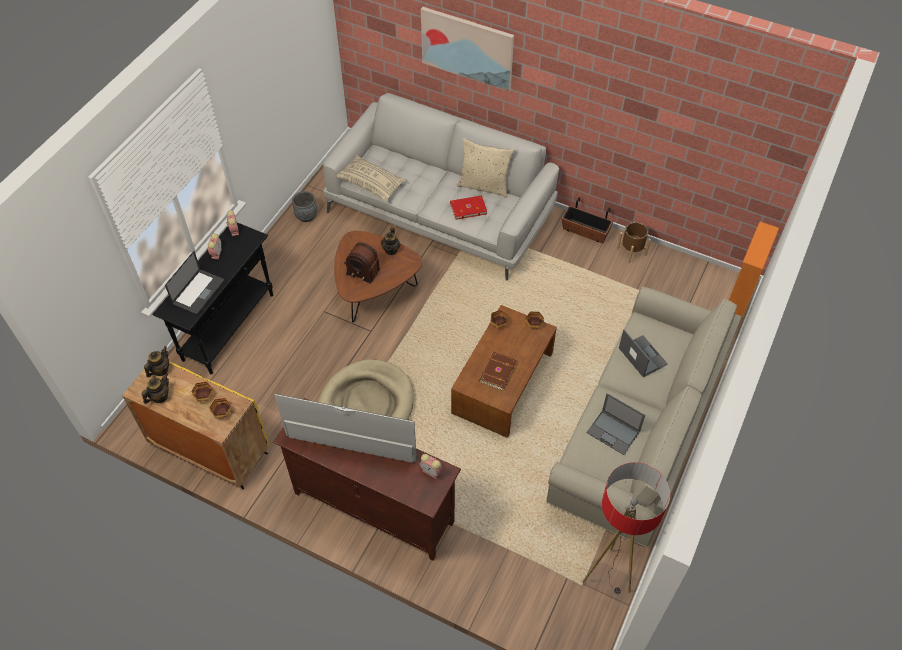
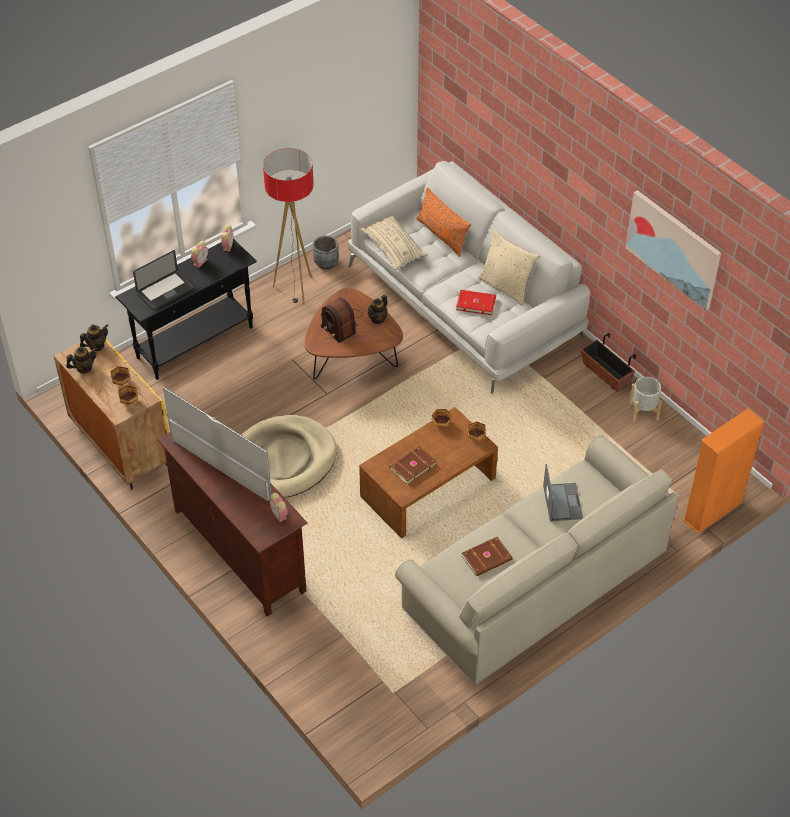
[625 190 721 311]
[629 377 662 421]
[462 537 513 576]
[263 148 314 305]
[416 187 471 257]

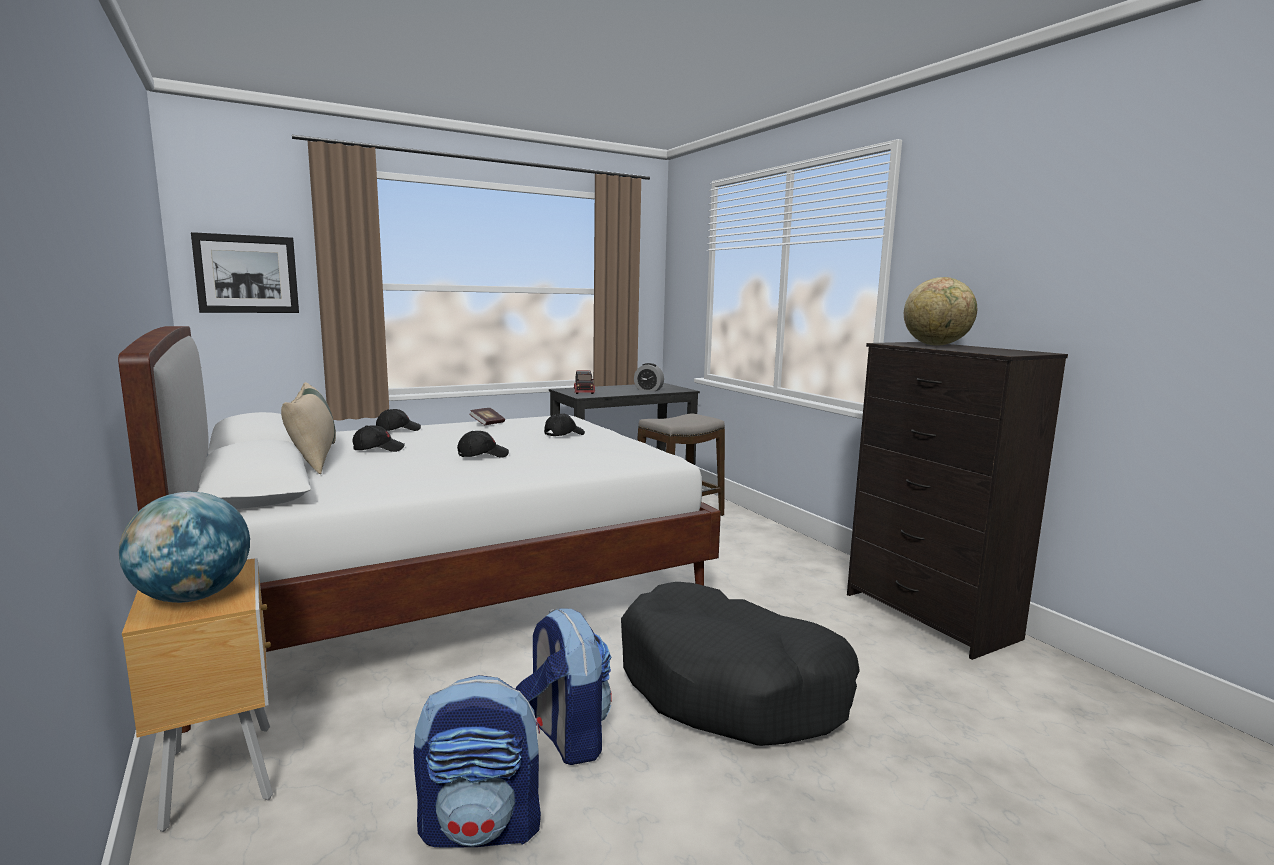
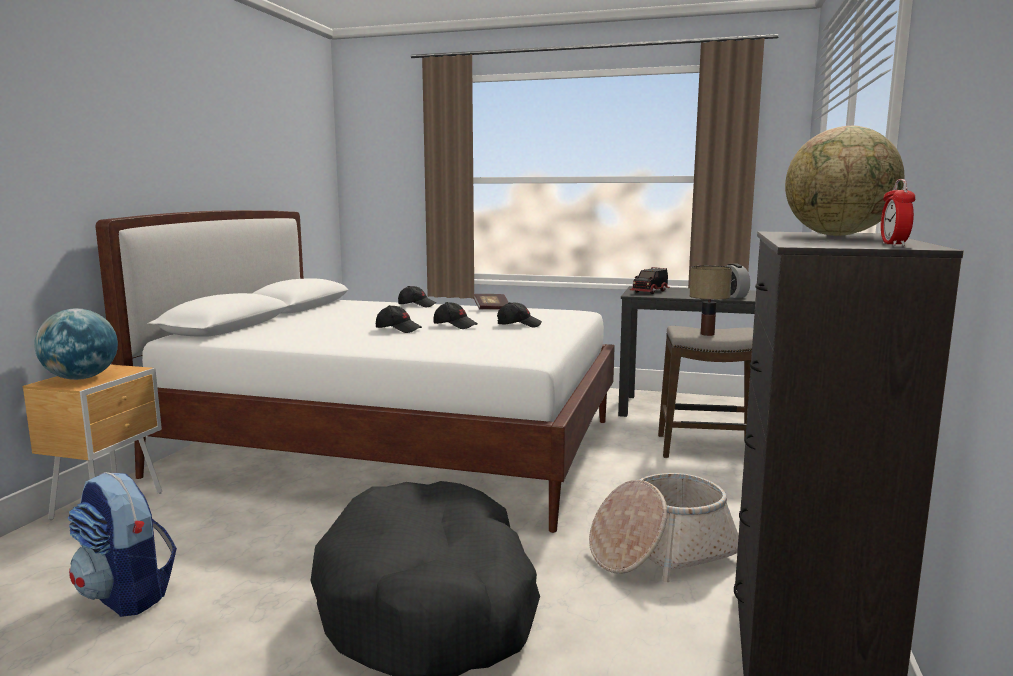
[191 232 299 313] (first image)
[281 382 336 474] (first image)
[433 302 478 329]
[515 608 612 765] (first image)
[881 179 915 246]
[690 265 732 336]
[589 473 739 582]

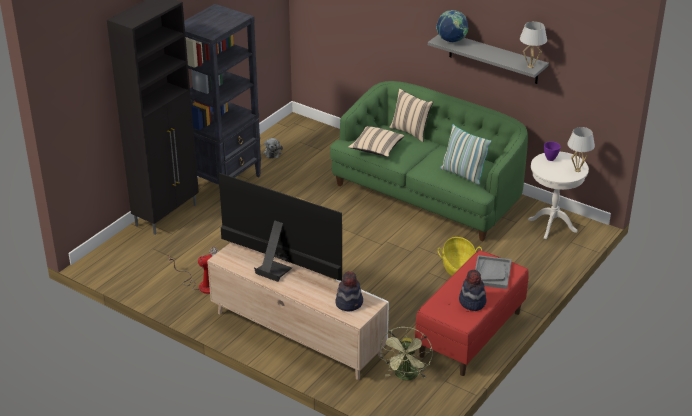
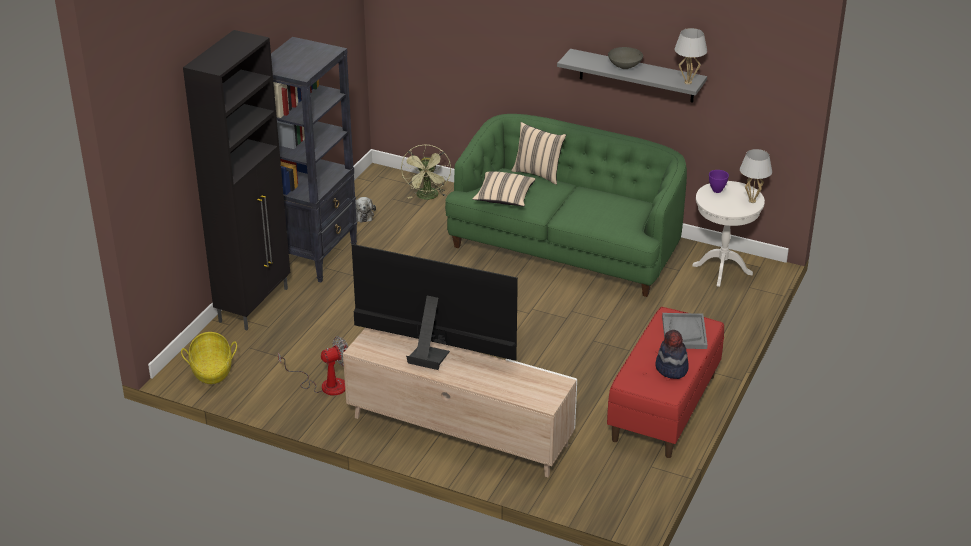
[436 10 468 43] (first image)
[440 124 491 185] (first image)
[181 332 237 384]
[335 271 363 311] (first image)
[401 145 451 200]
[608 47 643 69]

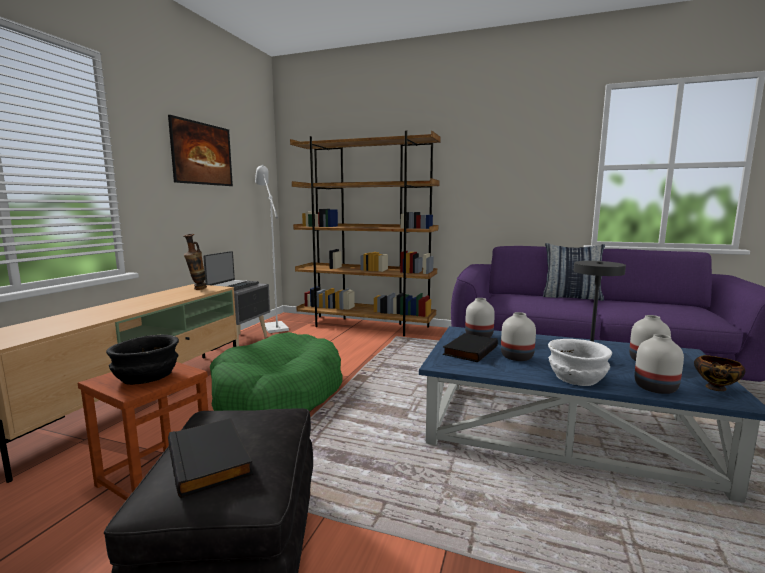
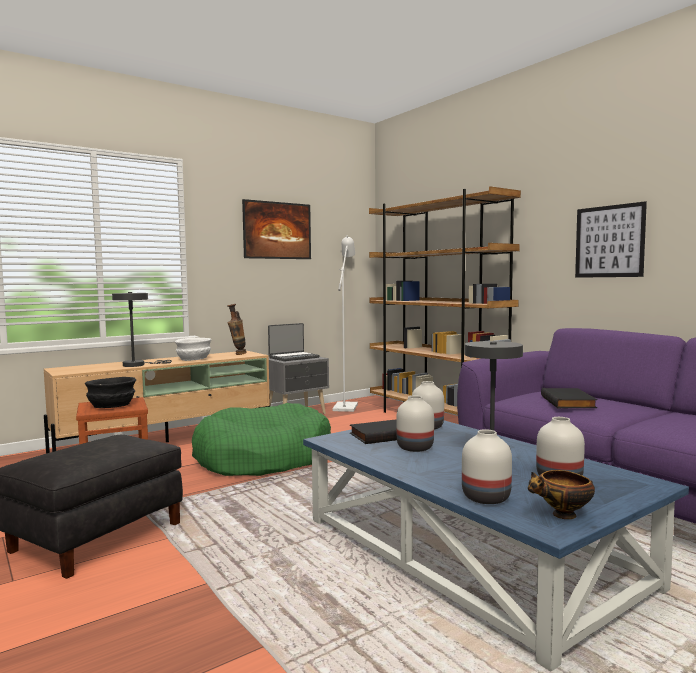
[543 243 605 301] (first image)
[175 338 211 361]
[541 388 597 408]
[575 201 647 278]
[112 292 172 367]

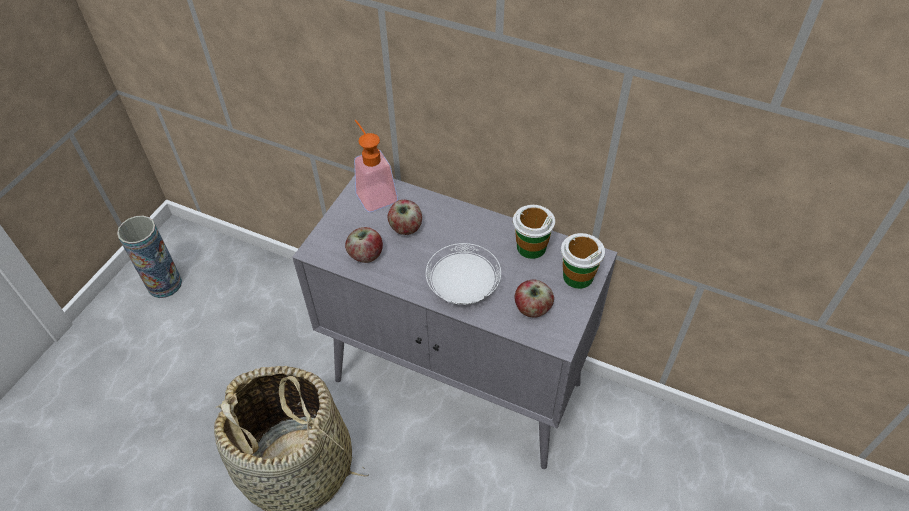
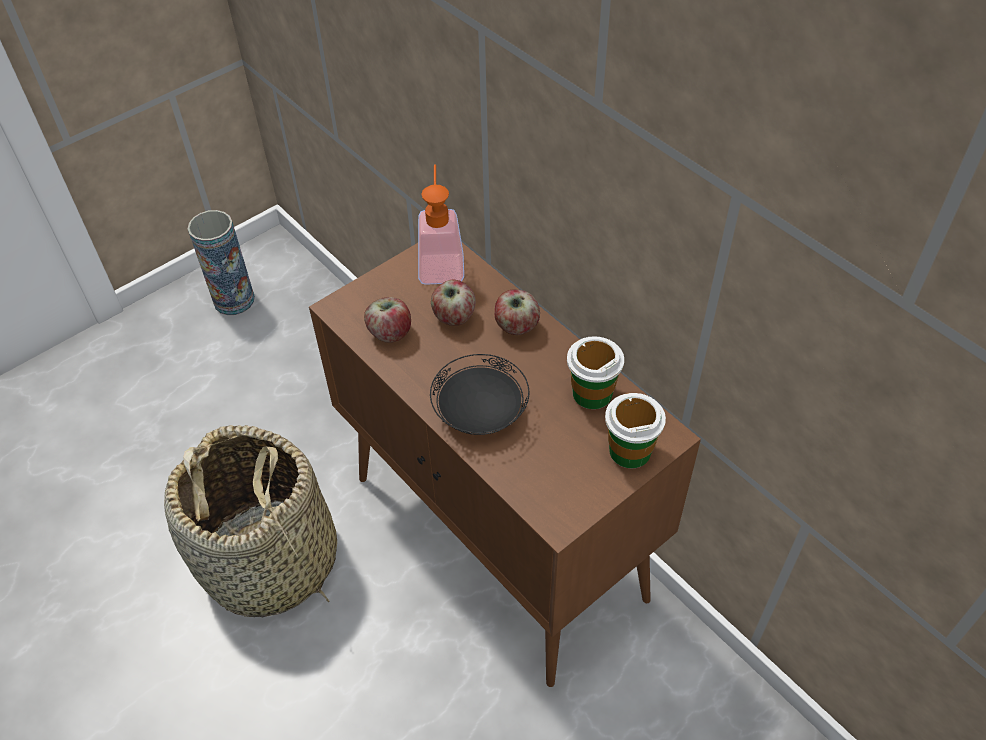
[309 243 701 687]
[430 354 530 435]
[495 289 540 335]

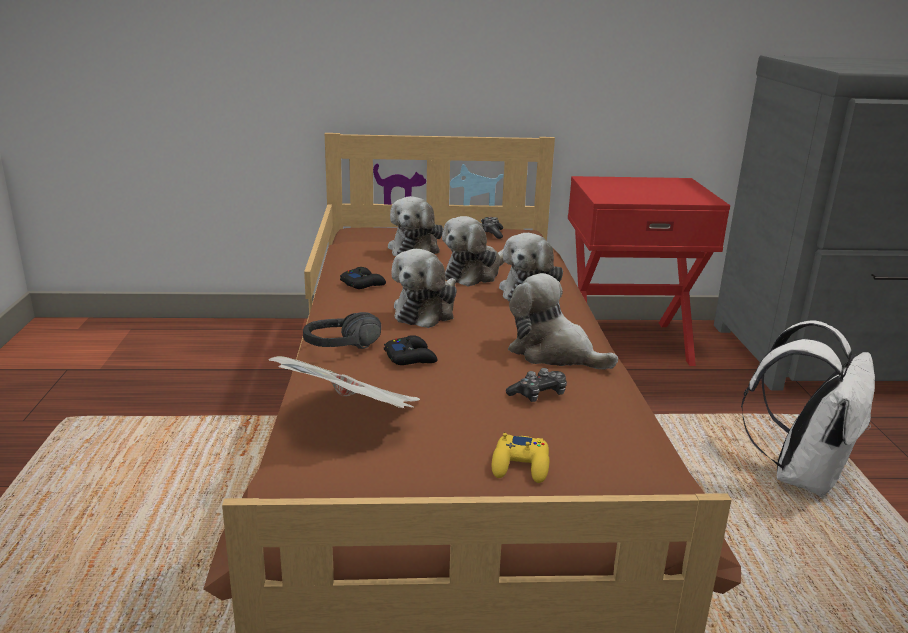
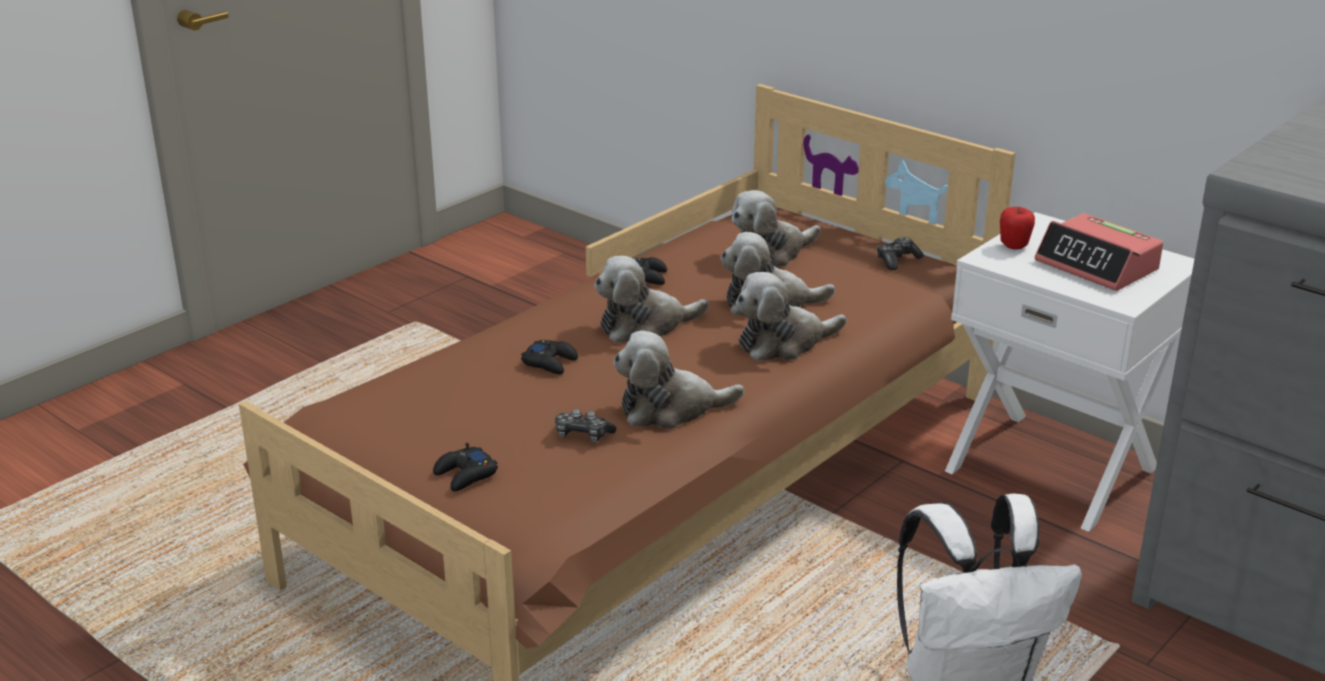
[945 212 1194 532]
[613 331 744 429]
[303 312 381 349] (first image)
[269 356 420 409] (first image)
[433 443 498 491]
[1000 207 1035 250]
[1035 213 1163 291]

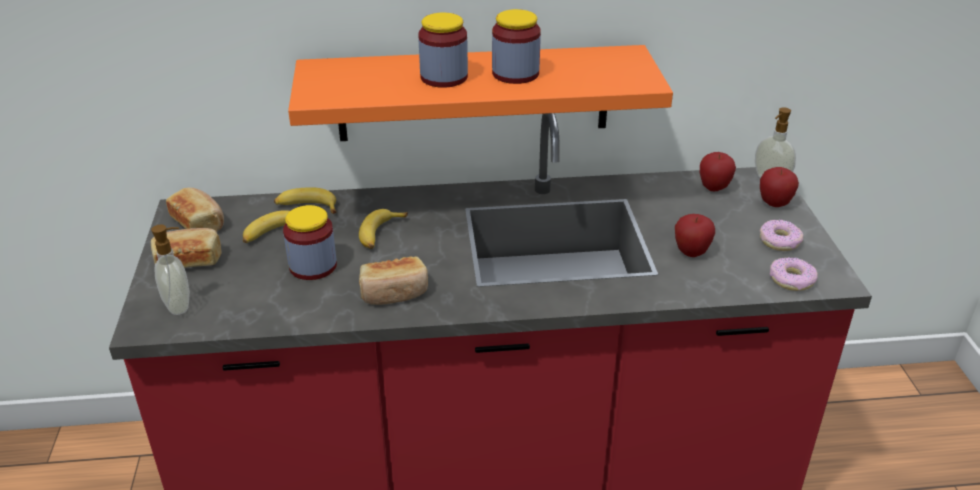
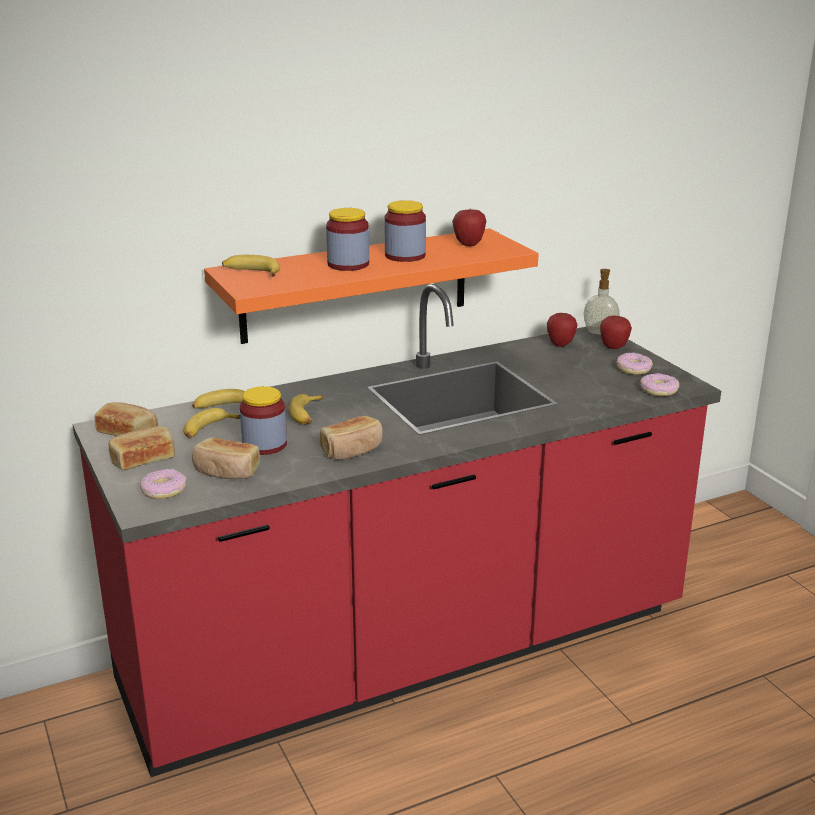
[452 208 486 246]
[140 469 187 499]
[222 255 280 277]
[192 437 260 479]

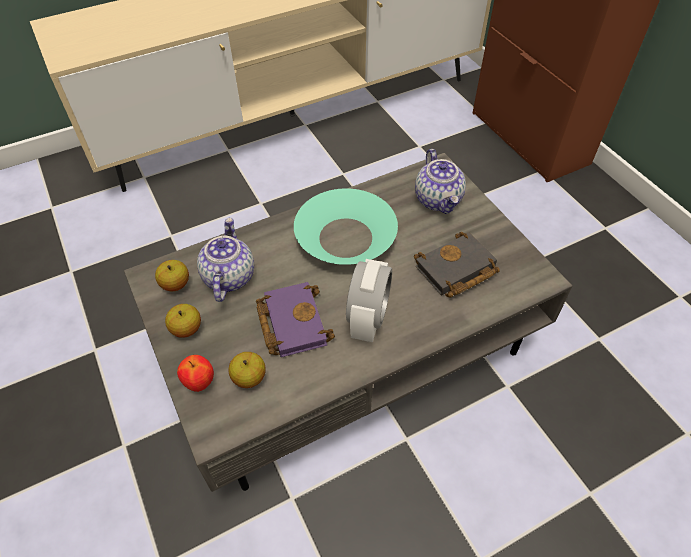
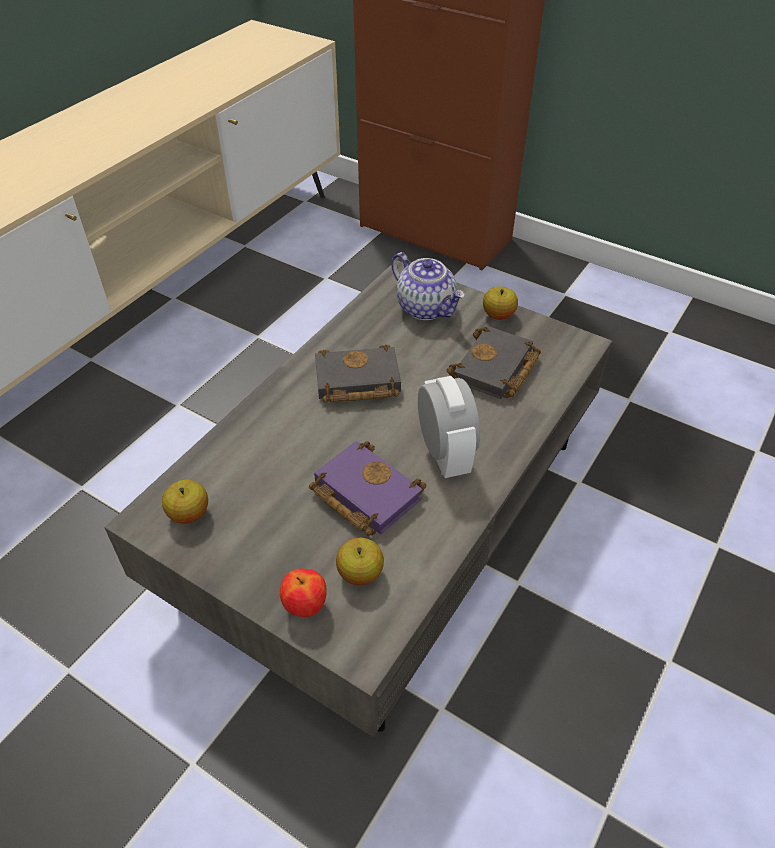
[315 345 401 403]
[197 218 254 302] (first image)
[483 286 518 320]

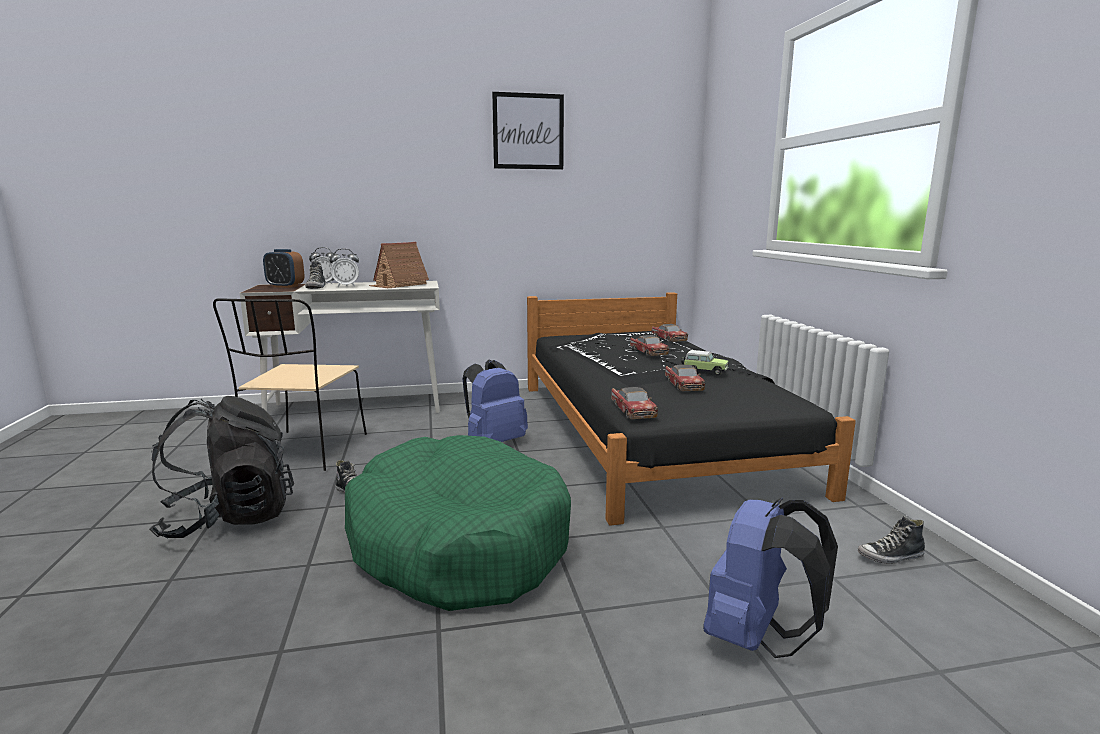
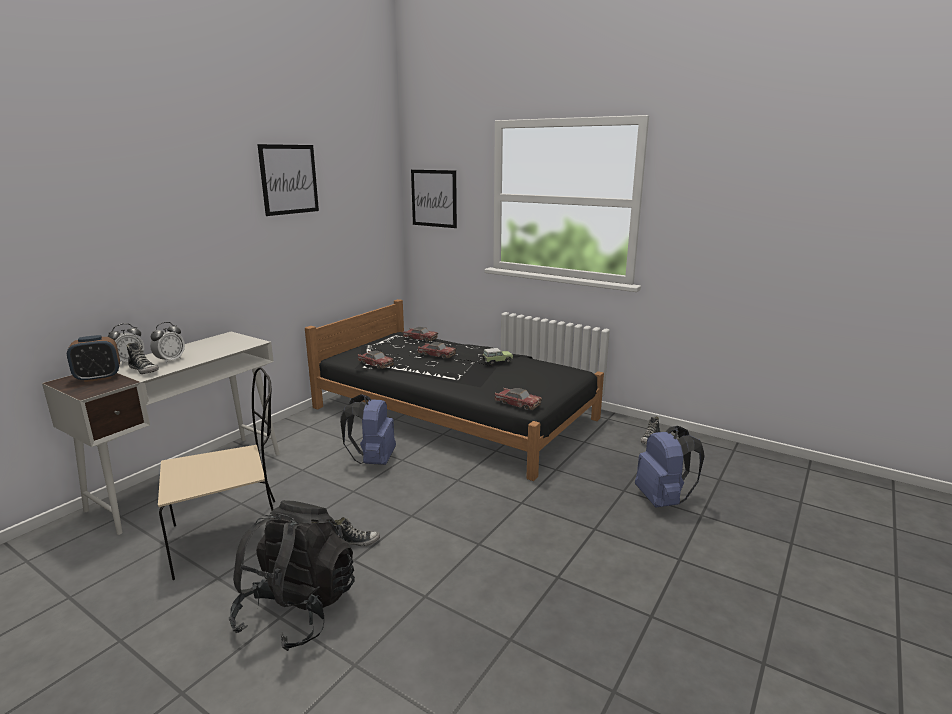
[368 242 429 288] (first image)
[158 367 275 580]
[358 351 394 369]
[345 435 571 611] (first image)
[411 170 457 228]

